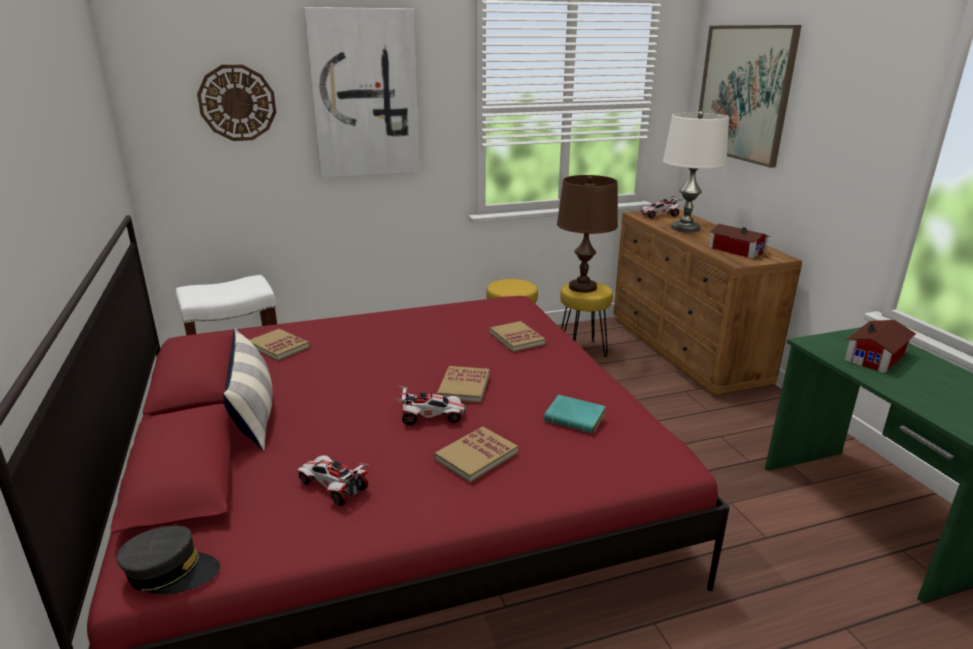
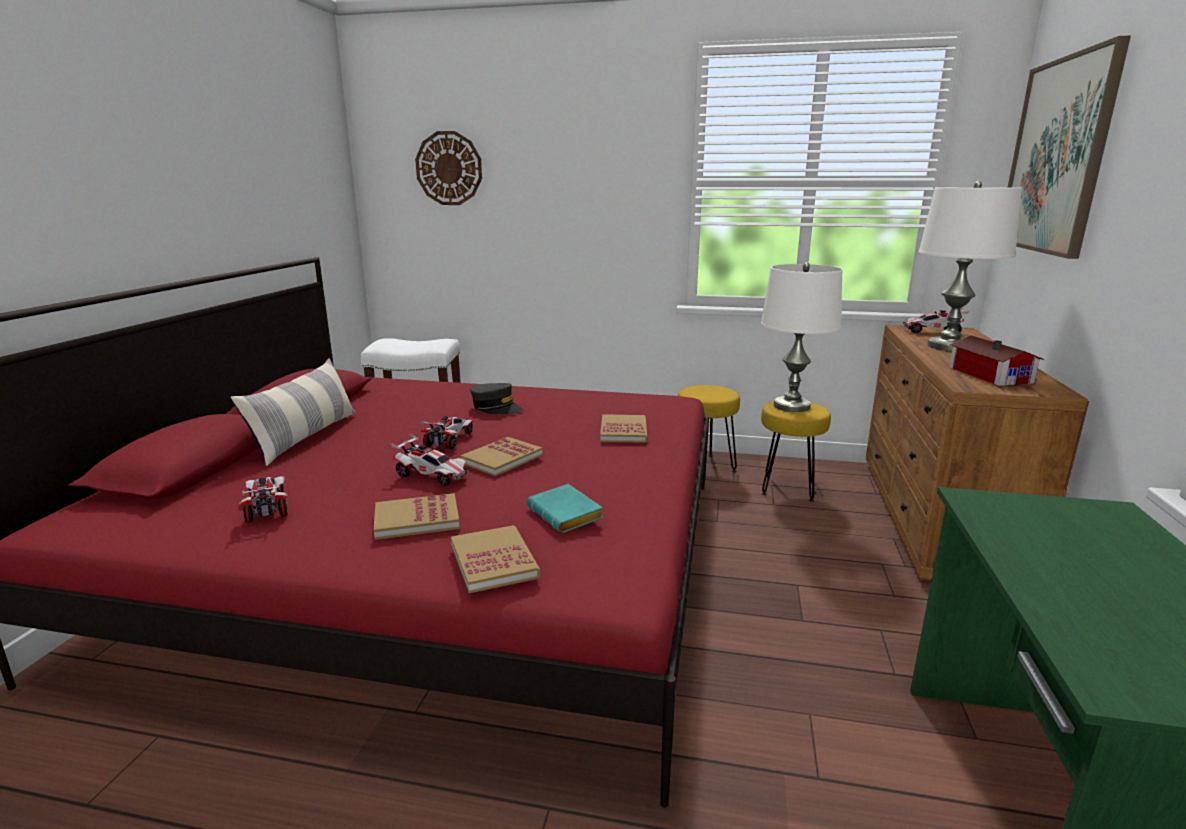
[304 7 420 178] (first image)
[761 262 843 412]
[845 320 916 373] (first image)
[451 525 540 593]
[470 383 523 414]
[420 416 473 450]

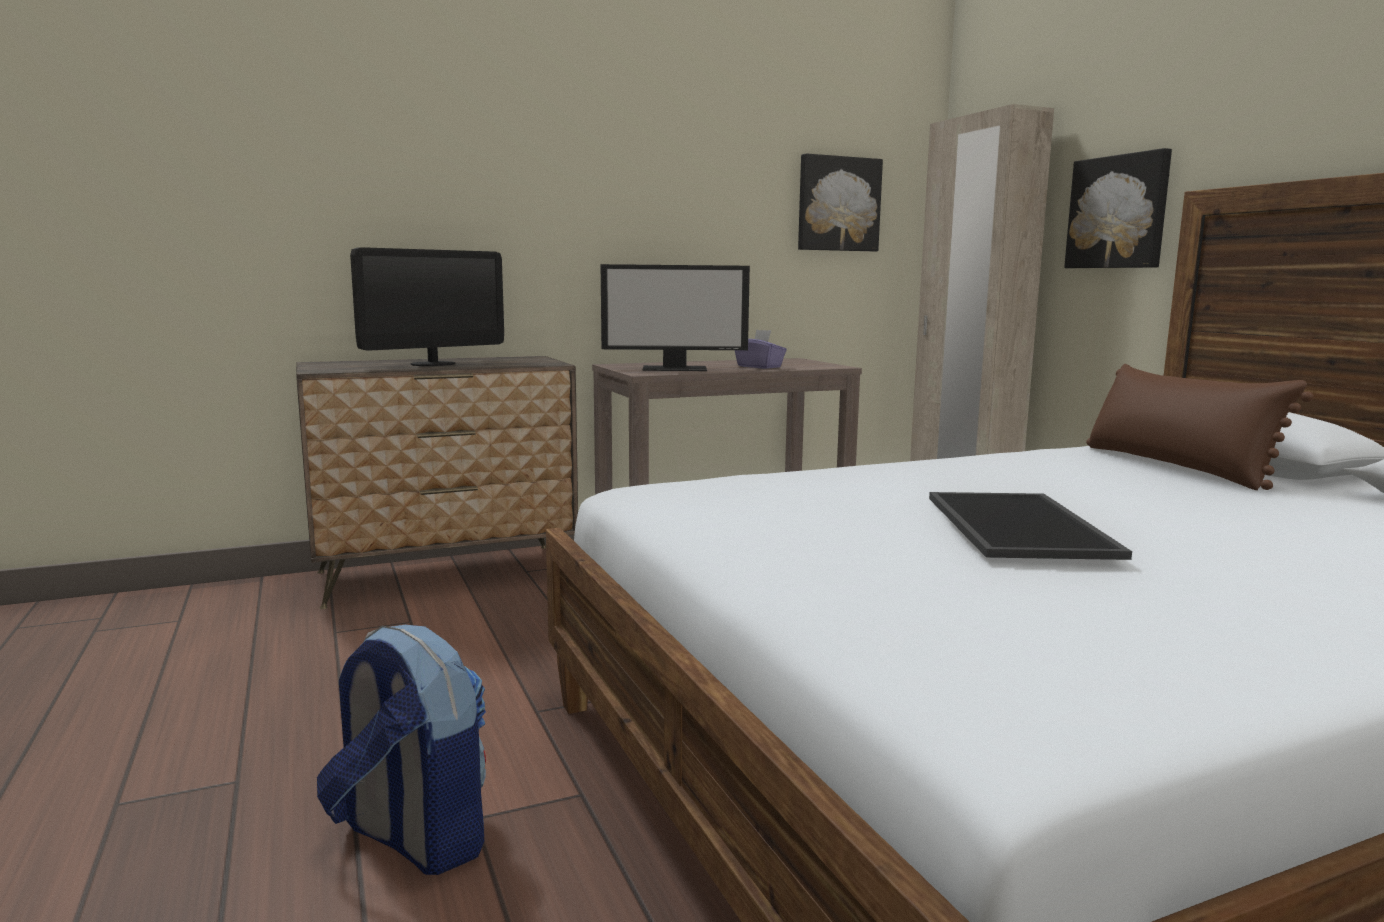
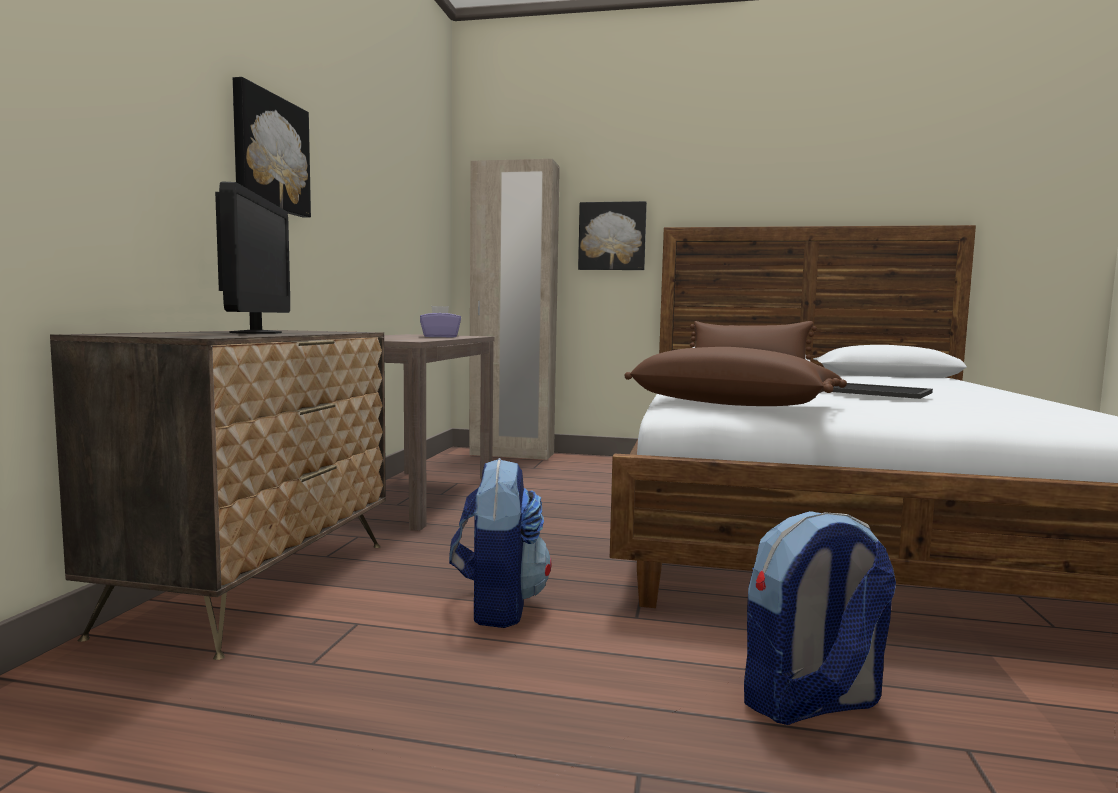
[233 77 311 217]
[601 264 750 371] (first image)
[624 347 847 406]
[449 458 552 628]

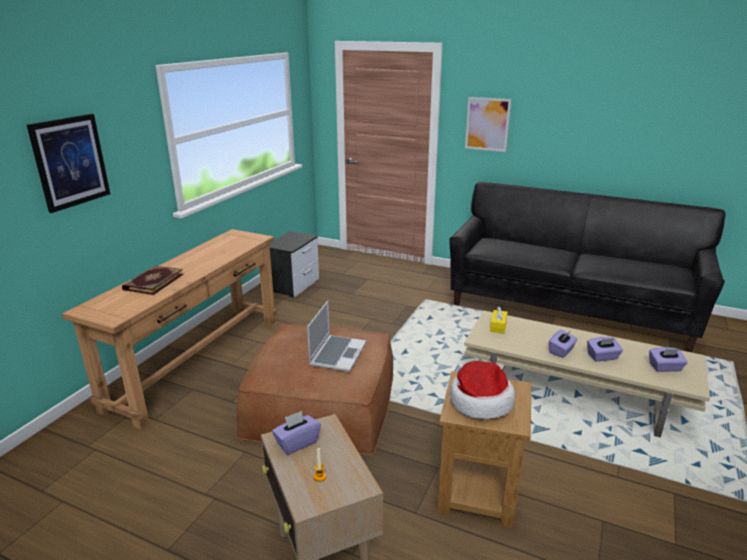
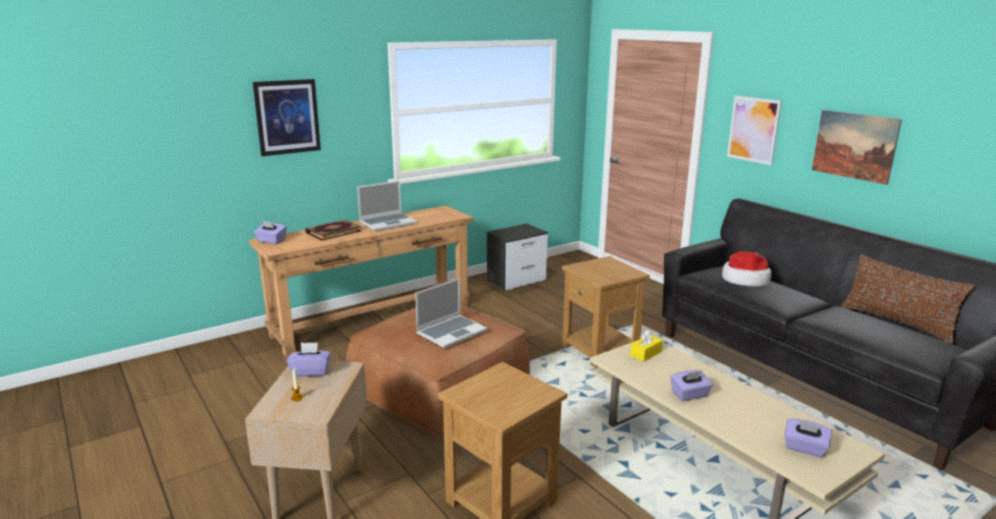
[254 221 287 244]
[722 251 771 287]
[812 110 902 185]
[357 180 417 231]
[841 254 974 344]
[562 256 650 368]

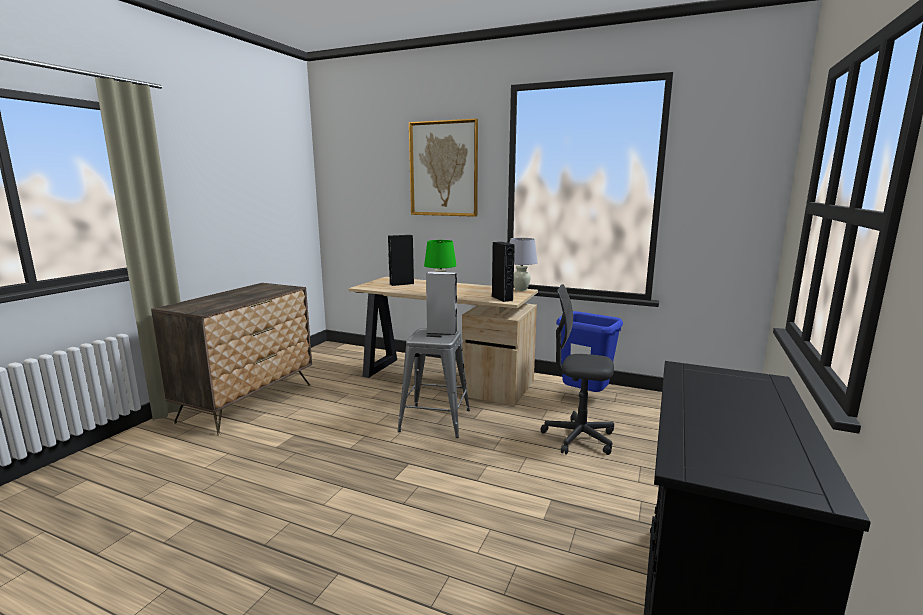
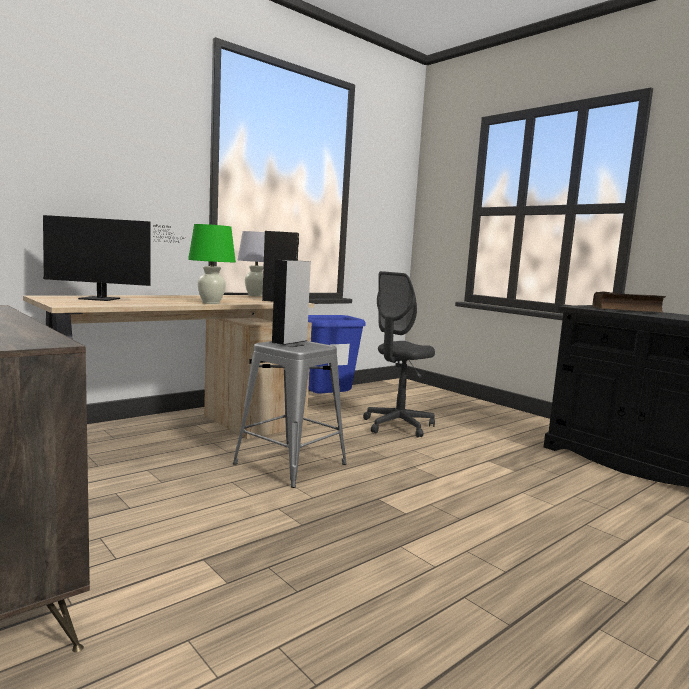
[409 119 478 217] (first image)
[43 215 185 301]
[593 292 666 313]

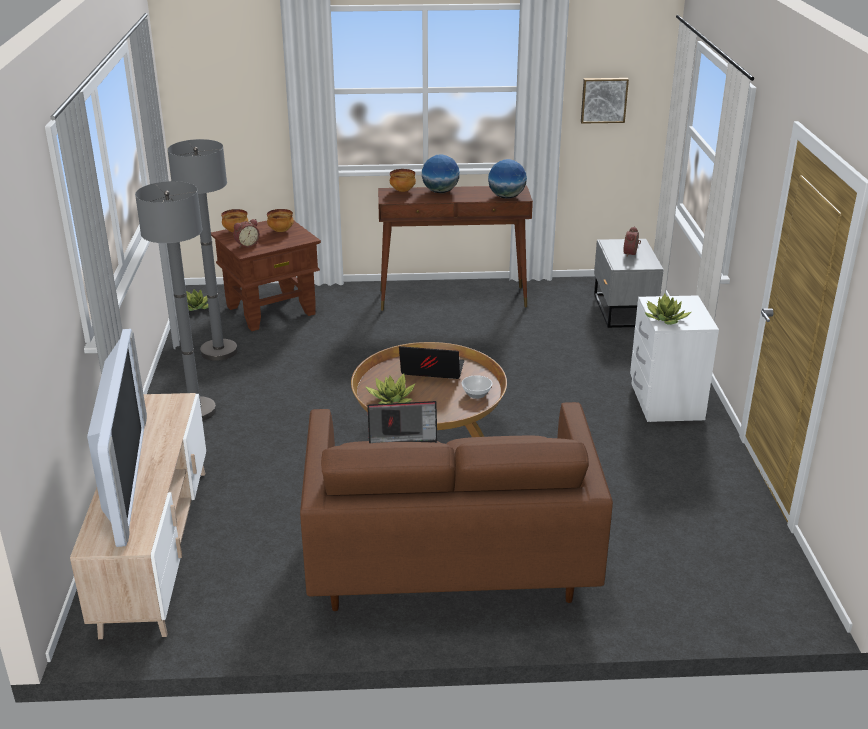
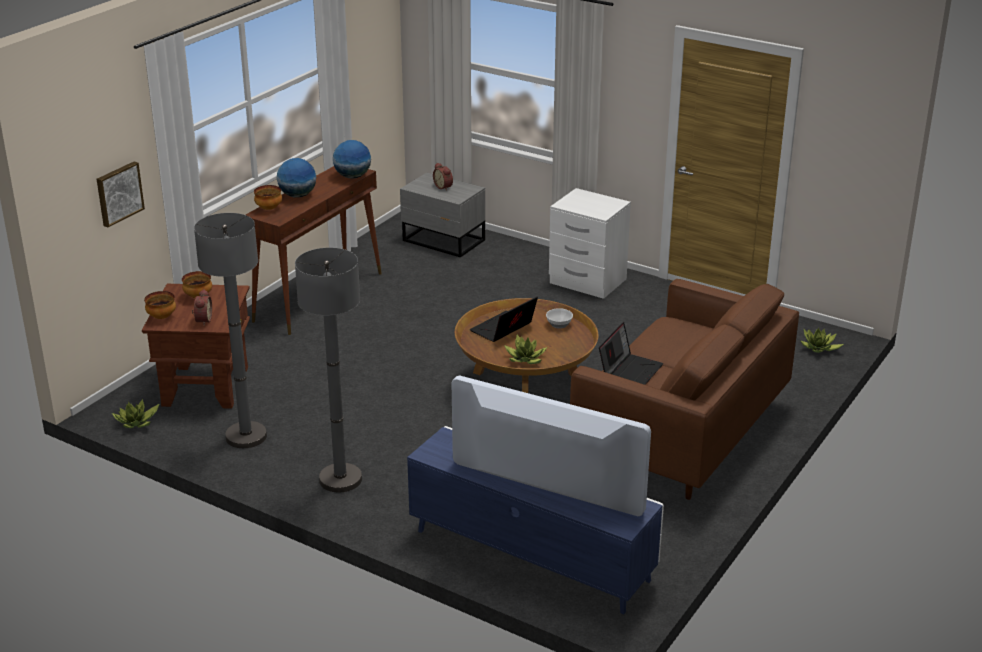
[97 161 145 227]
[801 328 844 353]
[407 426 664 614]

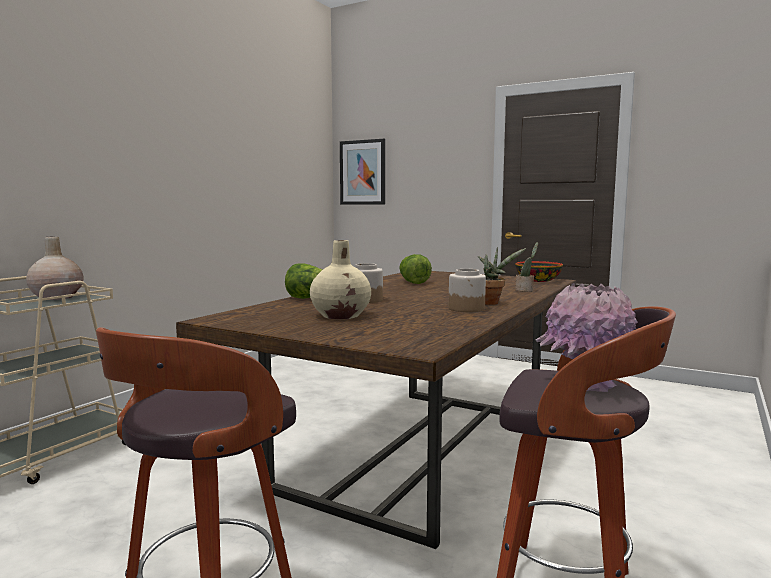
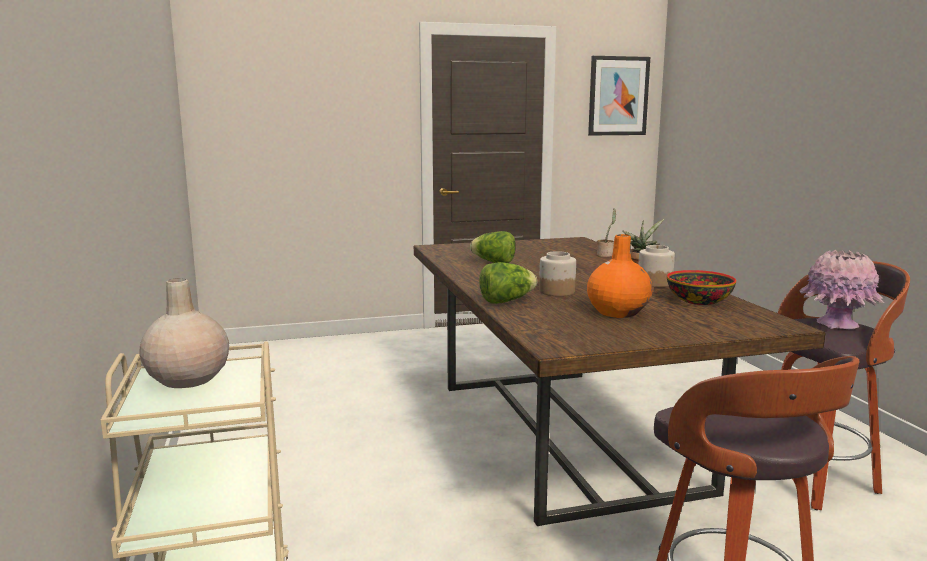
[588 56 650 135]
[587 234 653 318]
[667 270 736 305]

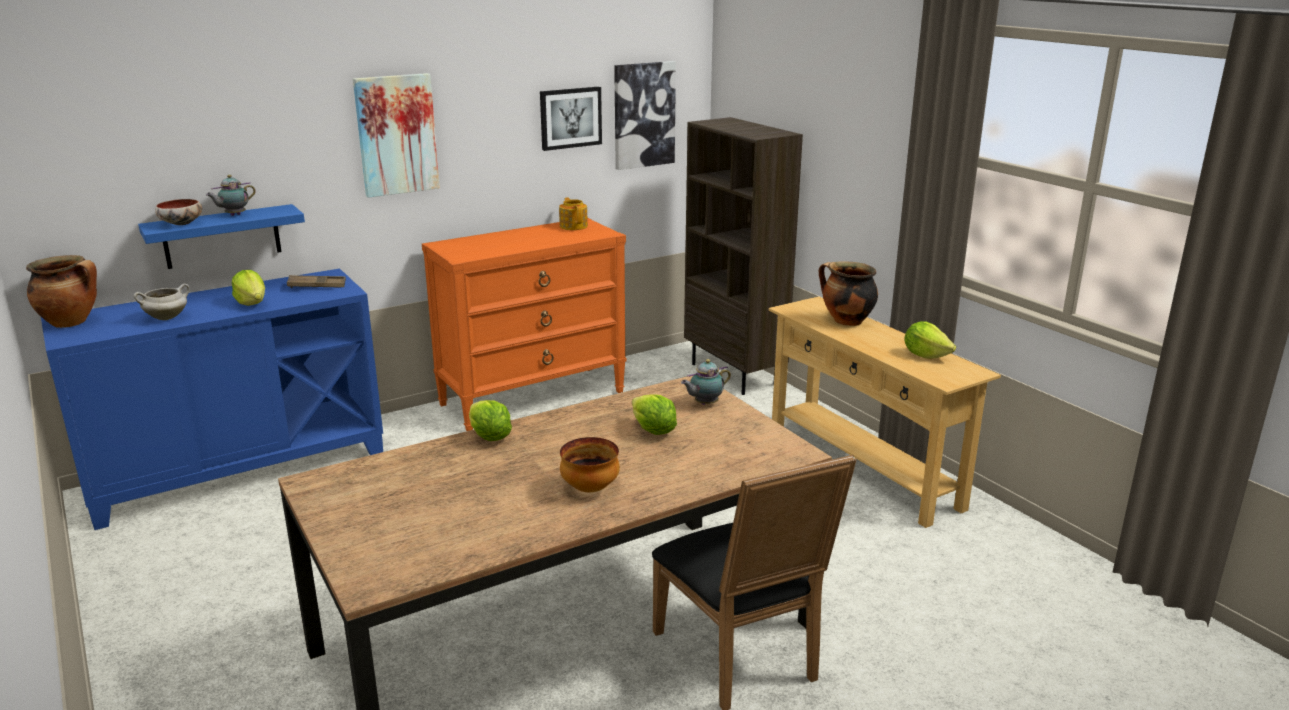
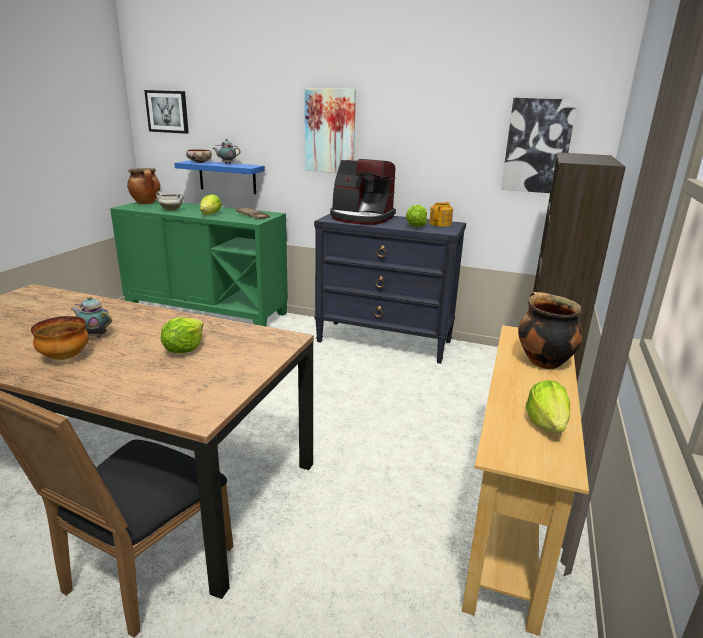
[144 90 189 134]
[314 214 466 364]
[110 200 288 326]
[71 296 112 337]
[406 205 427 227]
[330 159 396 225]

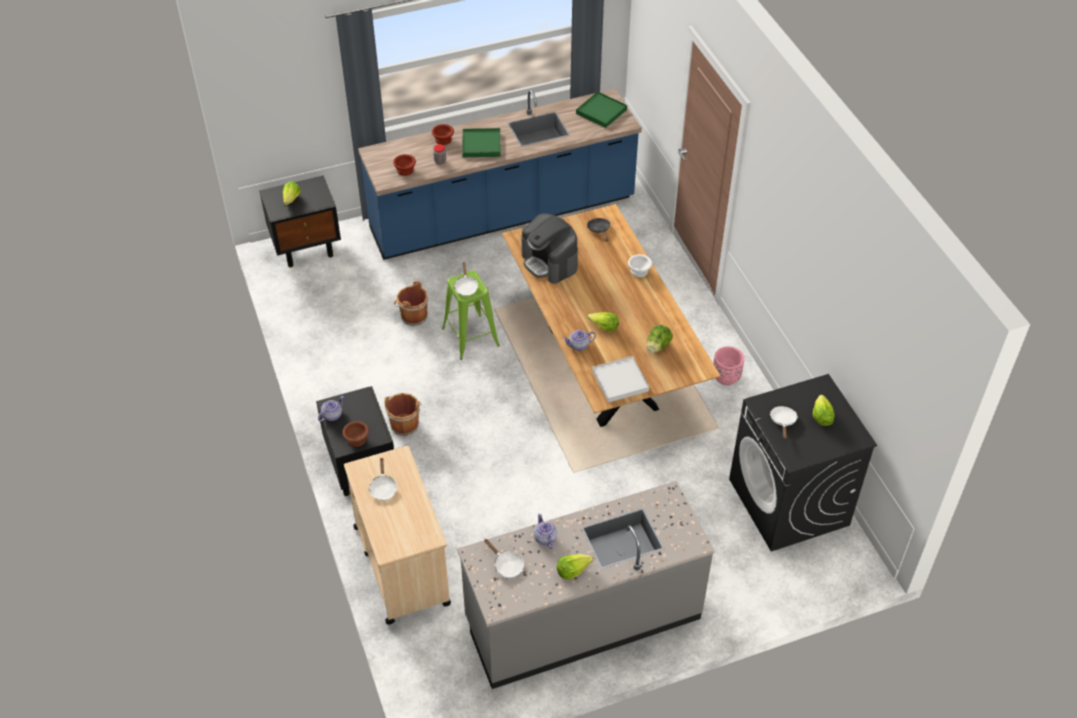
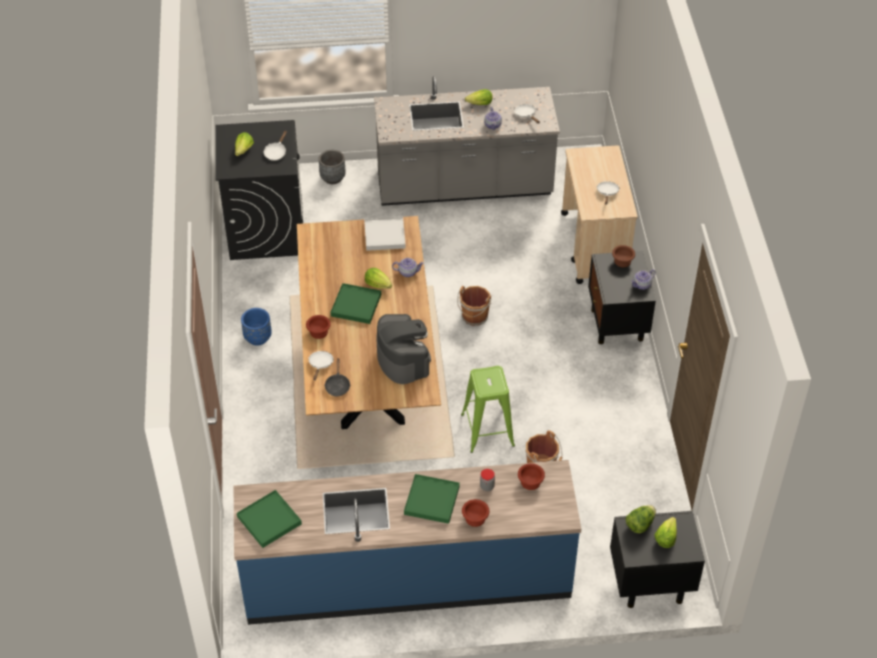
[306 315 331 339]
[308 351 334 380]
[626 505 656 533]
[241 308 272 346]
[457 286 491 326]
[319 150 346 184]
[331 283 381 324]

